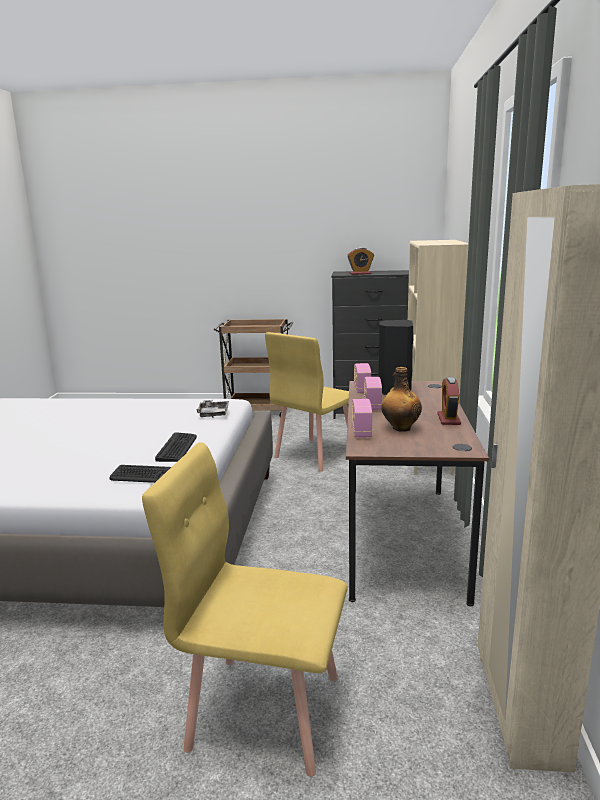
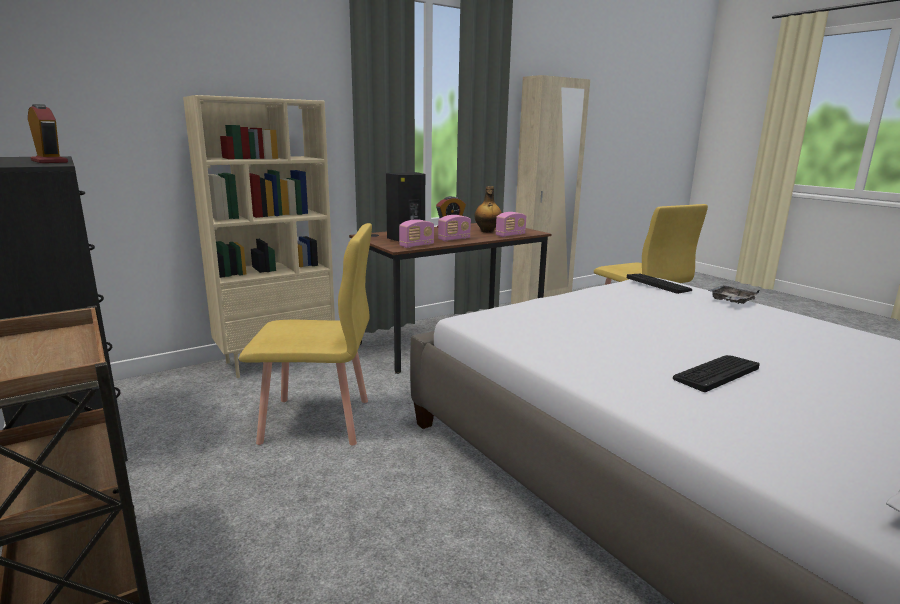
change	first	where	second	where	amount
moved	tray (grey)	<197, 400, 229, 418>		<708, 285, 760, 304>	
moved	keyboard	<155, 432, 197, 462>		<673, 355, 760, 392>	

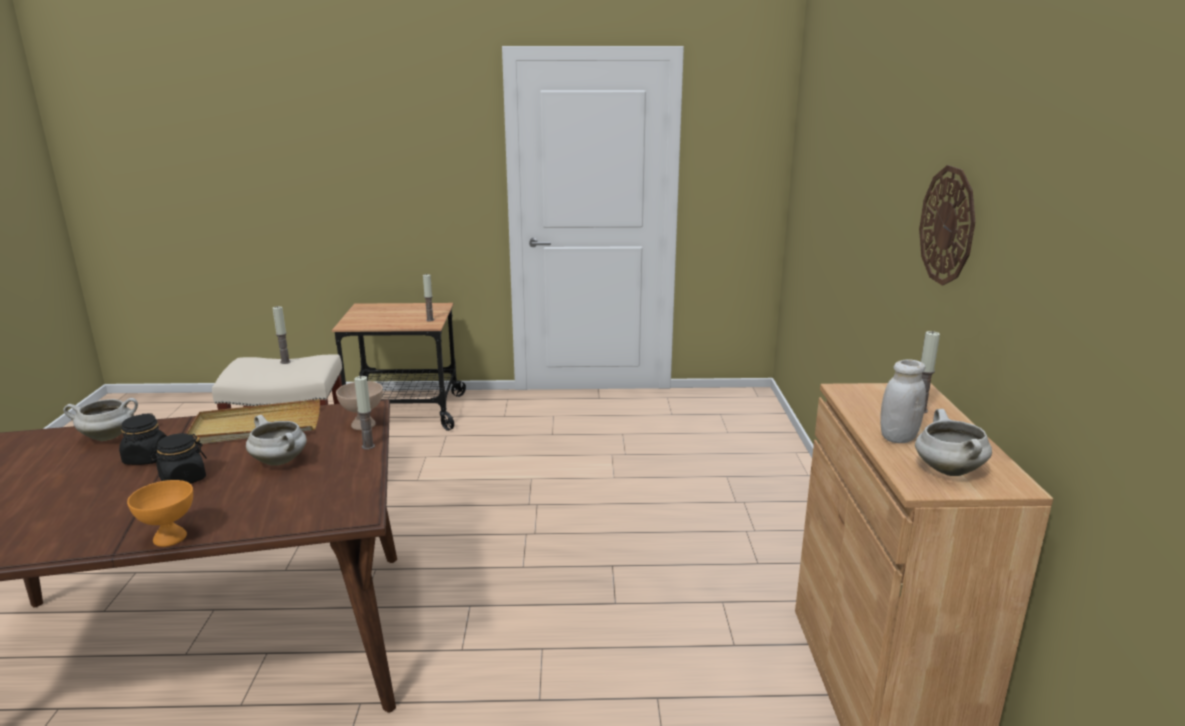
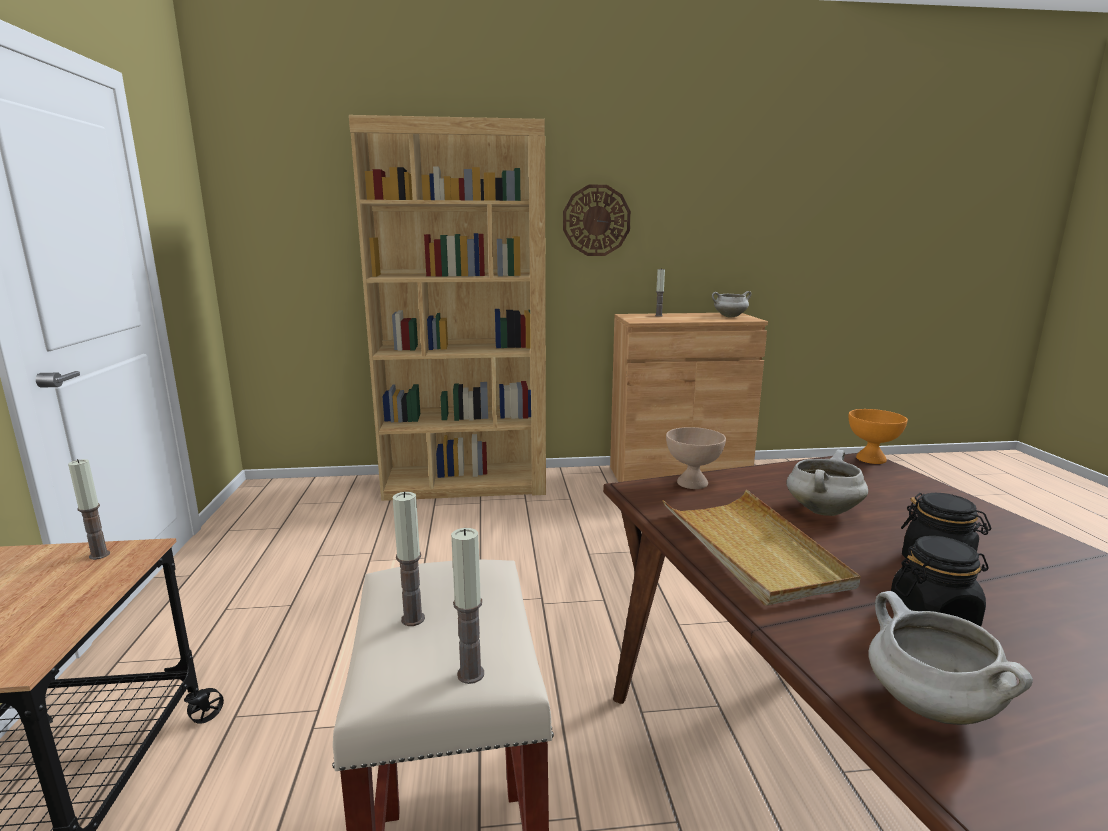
change	first	where	second	where	amount
removed	jar (white)	<880, 360, 926, 443>			
moved	candle	<354, 376, 375, 450>		<451, 528, 484, 684>	
moved	bowl (orange)	<127, 480, 193, 547>		<849, 409, 908, 464>	
added			bookcase (brown)	<349, 115, 546, 501>	

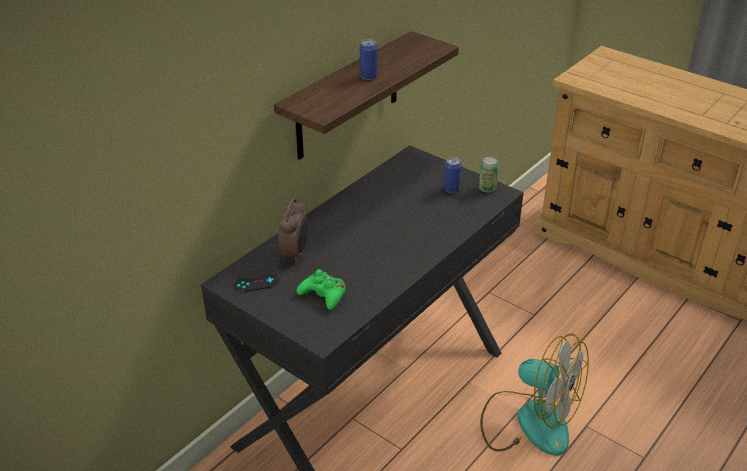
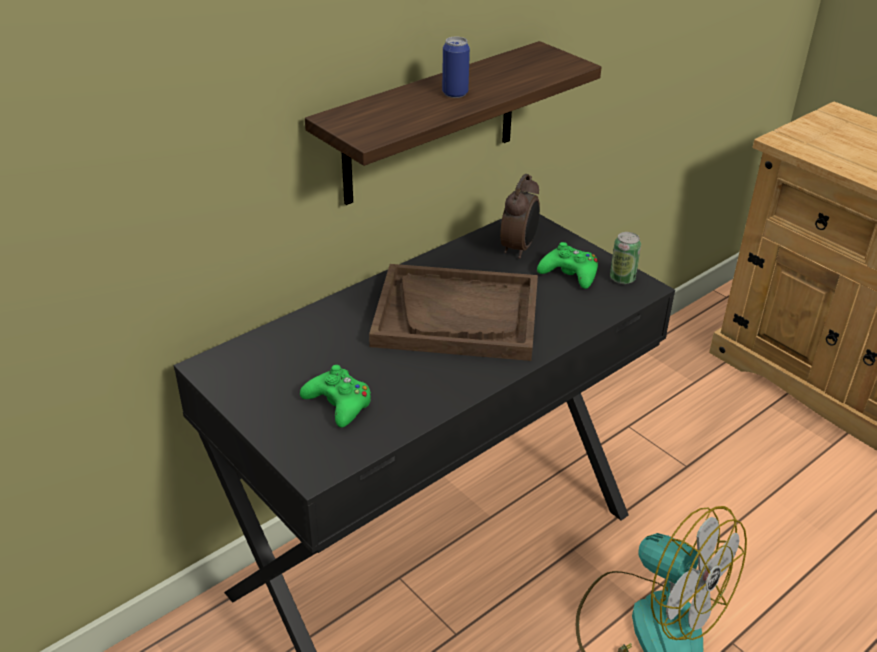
change	first	where	second	where	amount
replaced	can	<444, 157, 462, 193>	game controller (green)	<537, 242, 598, 289>	
moved	alarm clock	<278, 198, 308, 264>		<500, 174, 540, 259>	
removed	game controller (black)	<234, 274, 279, 292>			
added			tray (brown)	<369, 264, 538, 361>	

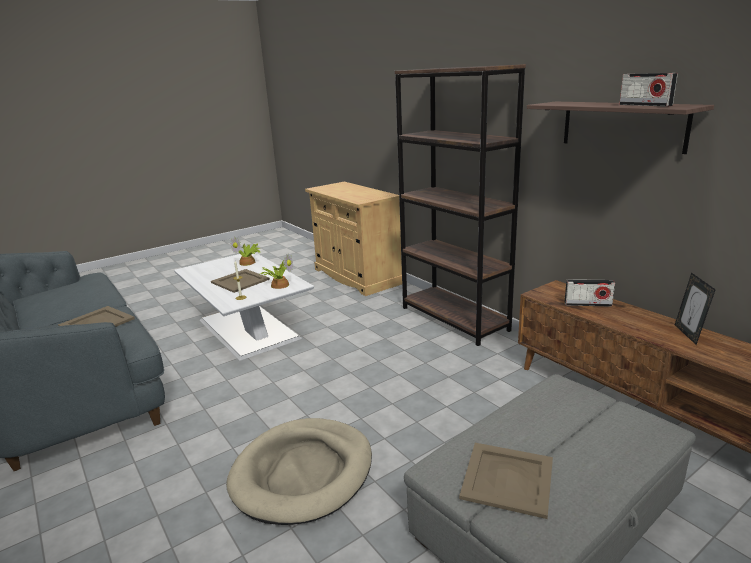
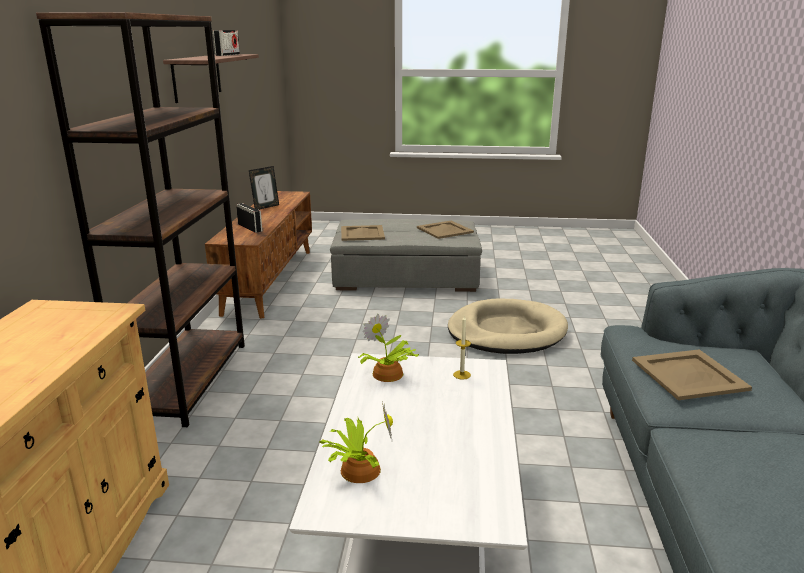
change	first	where	second	where	amount
moved	tray (beige)	<211, 269, 270, 293>		<341, 225, 385, 241>	

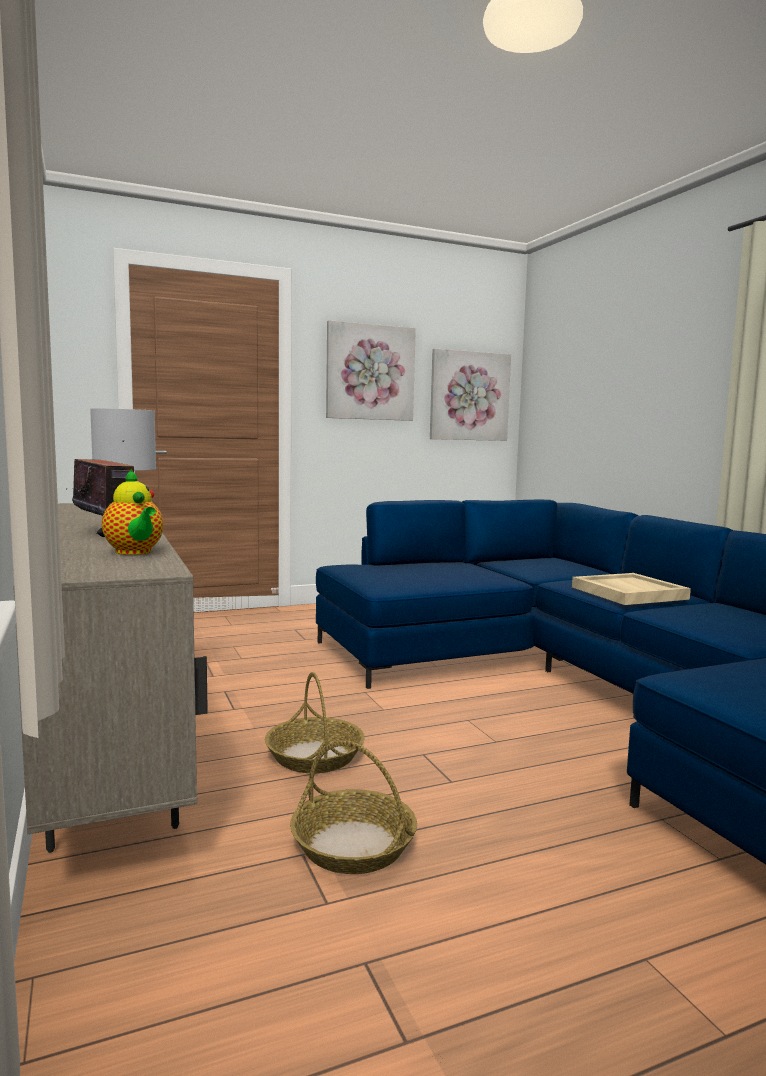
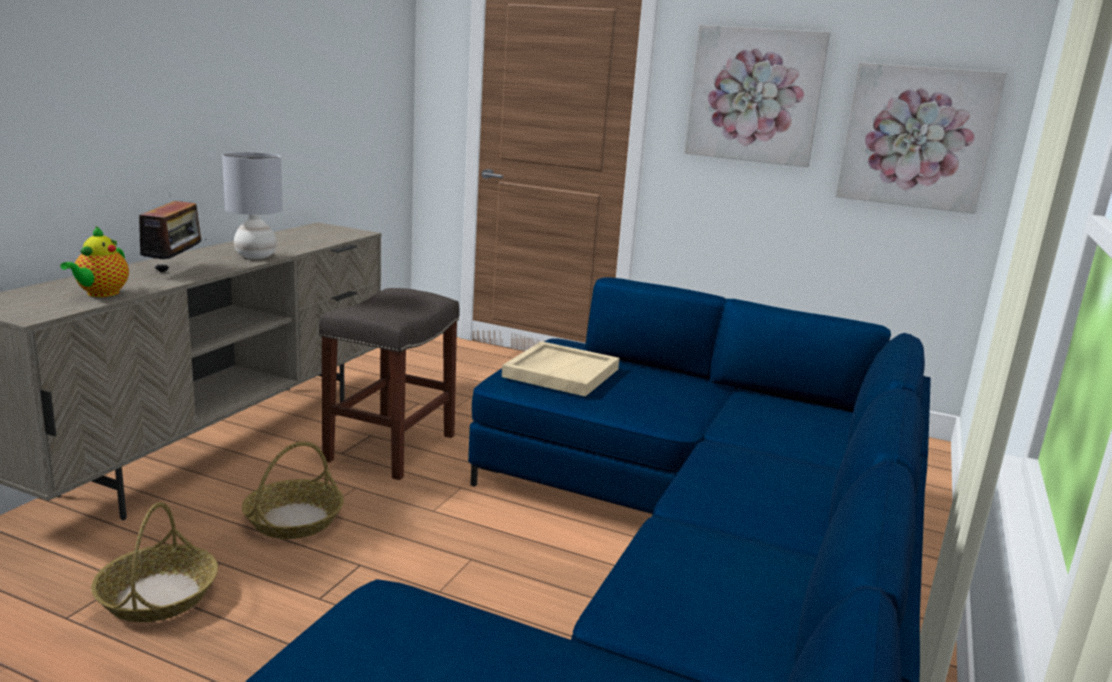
change	first	where	second	where	amount
moved	tray (beige)	<572, 573, 691, 605>		<502, 341, 619, 397>	
added			stool (grey)	<319, 288, 459, 480>	

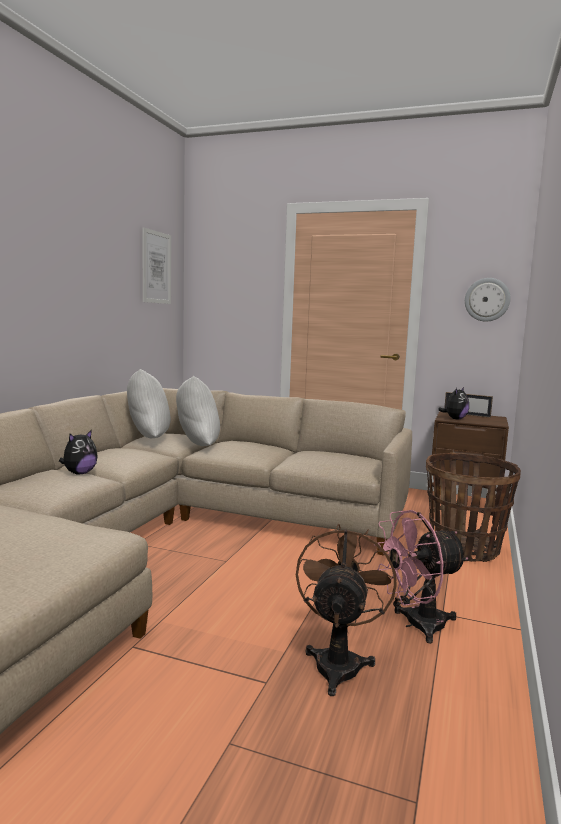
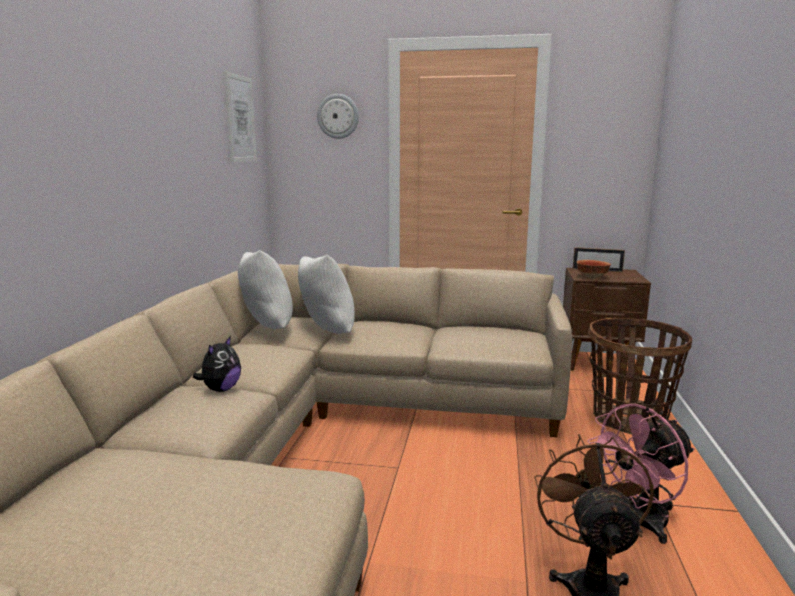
change	first	where	second	where	amount
moved	wall clock	<465, 278, 510, 322>		<317, 94, 359, 139>	
replaced	plush toy	<438, 387, 469, 419>	bowl	<576, 260, 611, 279>	

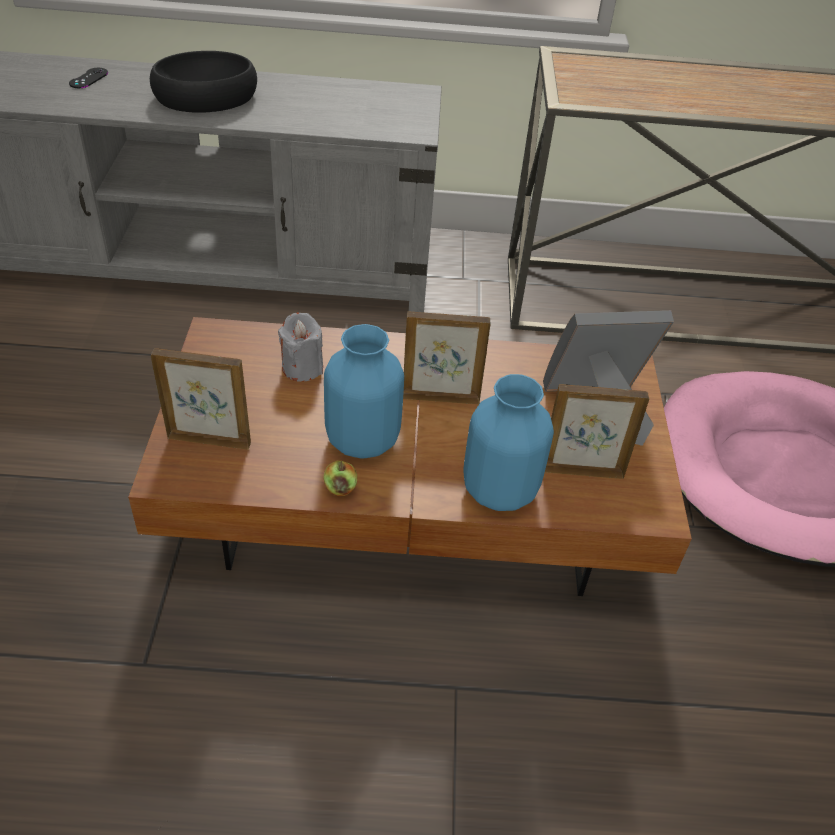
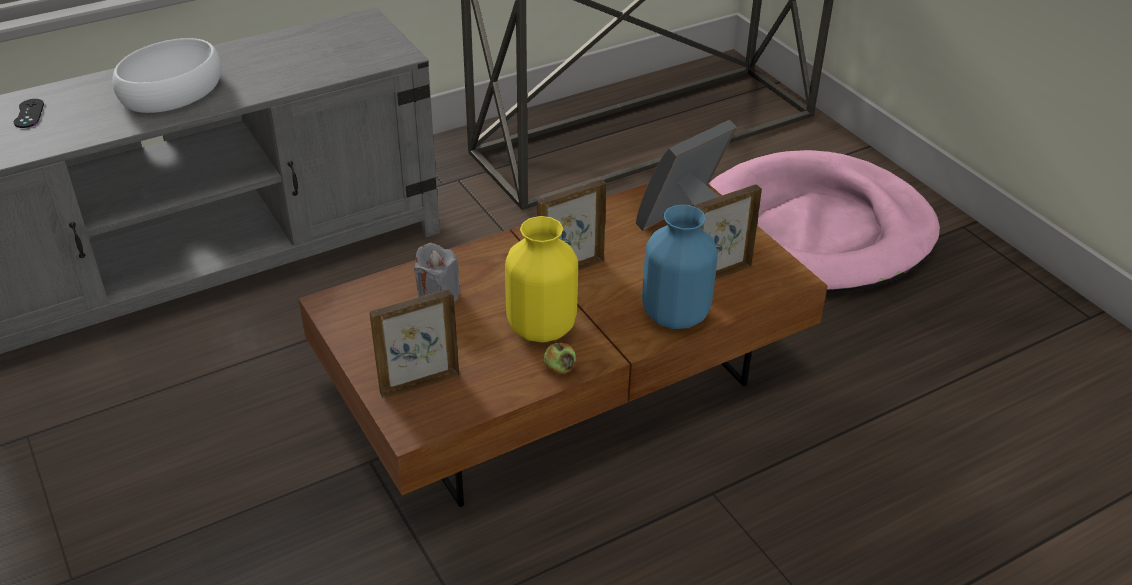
change	first	where	second	where	amount
recoloured	bowl (black)	<150, 51, 257, 113>	bowl (white)	<112, 38, 221, 113>	
recoloured	vase (blue)	<324, 324, 404, 459>	vase (yellow)	<505, 216, 578, 342>	

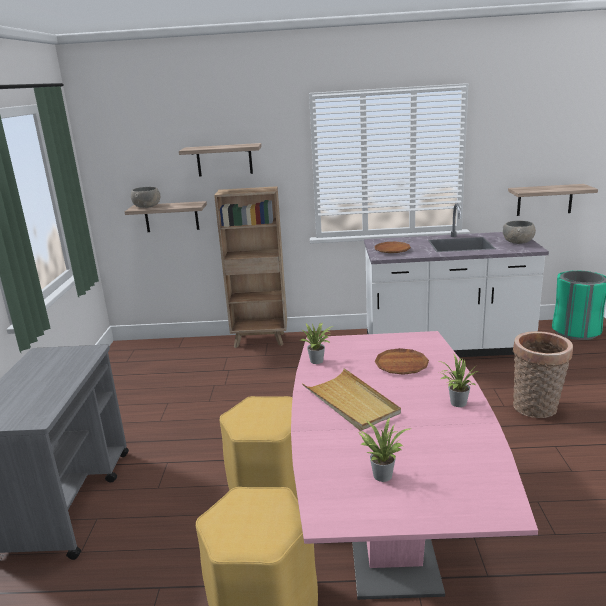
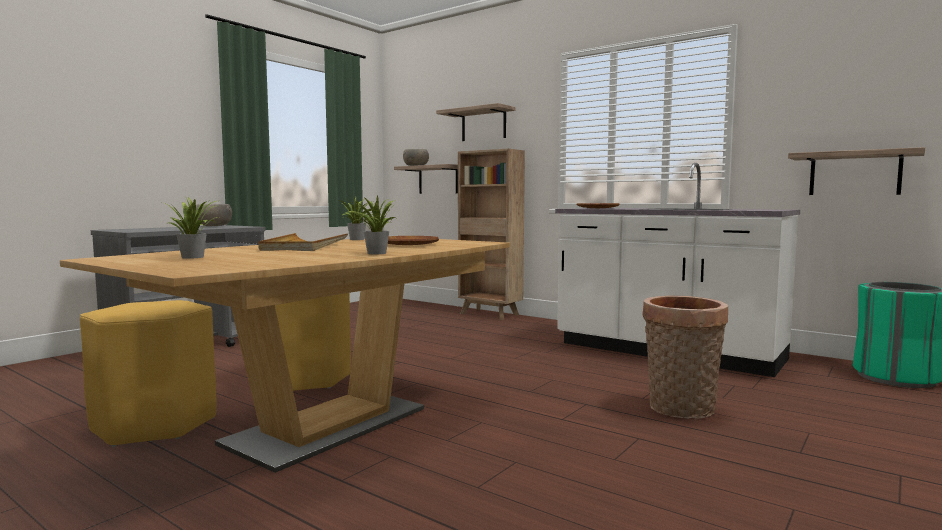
change	first	where	second	where	amount
moved	bowl (grey)	<503, 221, 536, 244>		<195, 204, 232, 226>	
recoloured	dining table (pink)	<291, 331, 538, 600>	dining table (brown)	<60, 238, 510, 473>	

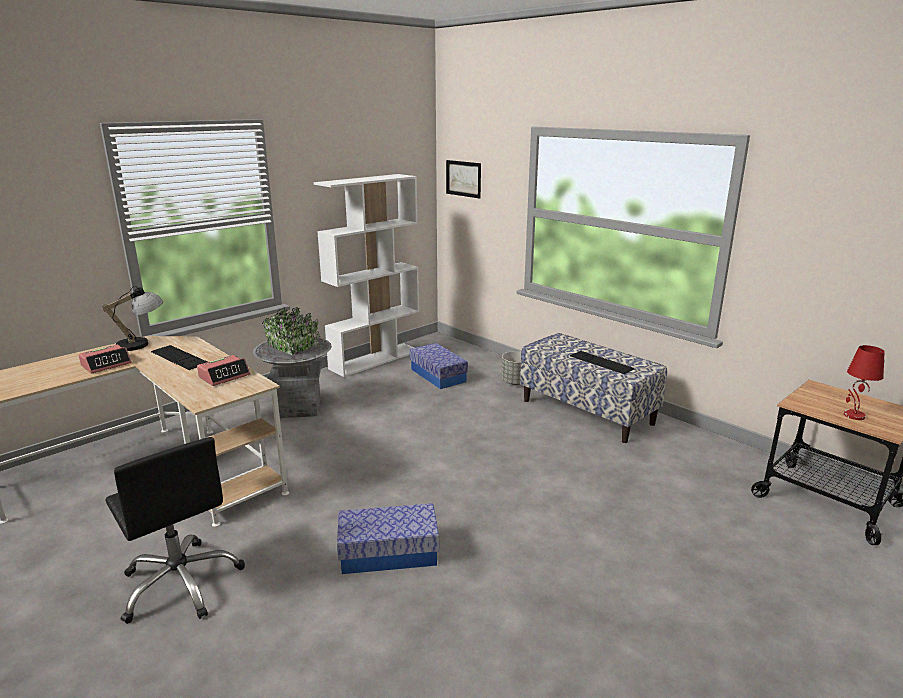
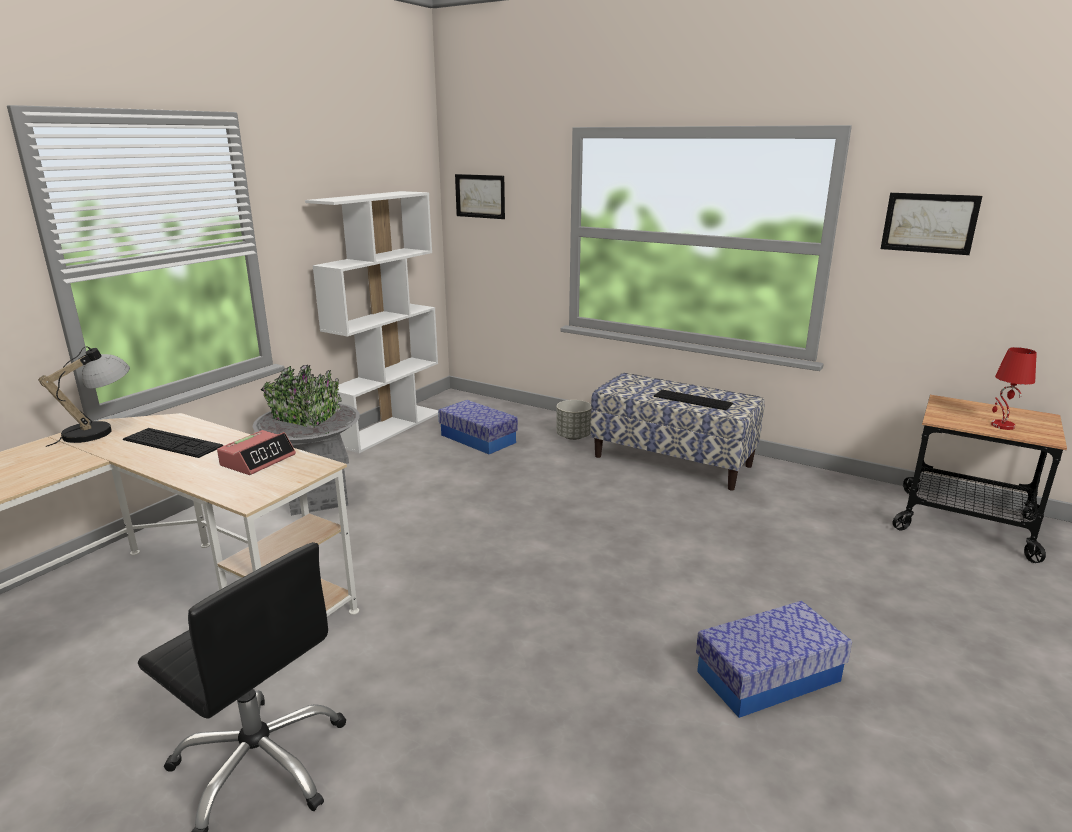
change	first	where	second	where	amount
removed	alarm clock	<79, 344, 132, 374>			
moved	storage box	<337, 503, 439, 574>		<696, 601, 852, 718>	
added			picture	<881, 193, 982, 255>	

